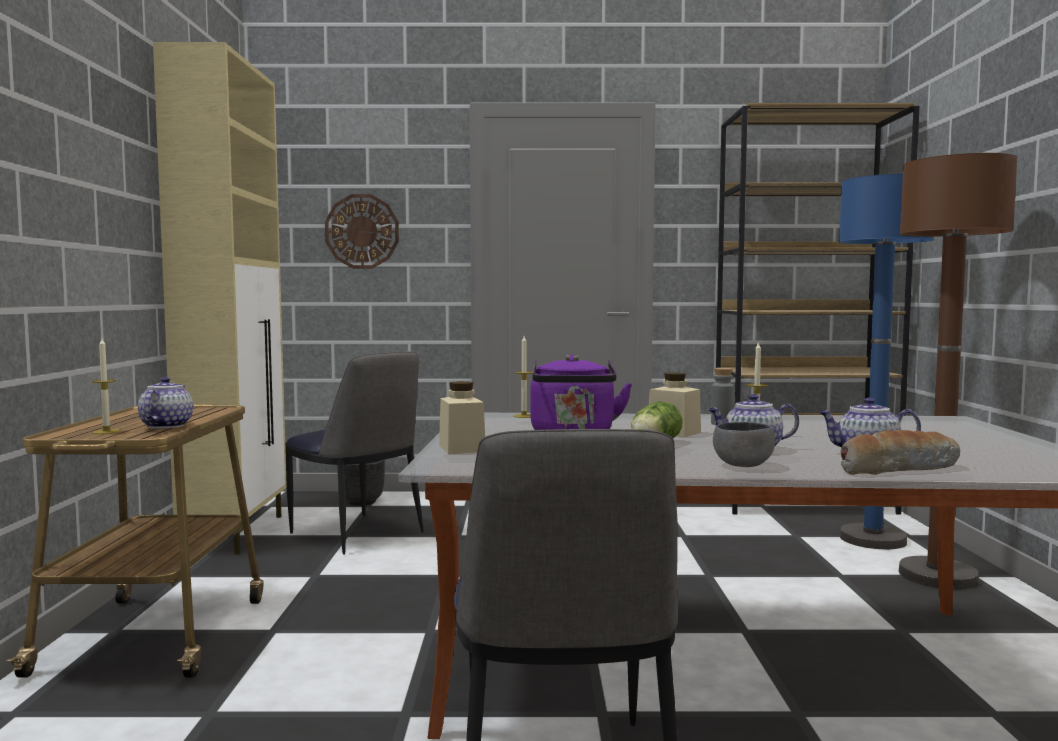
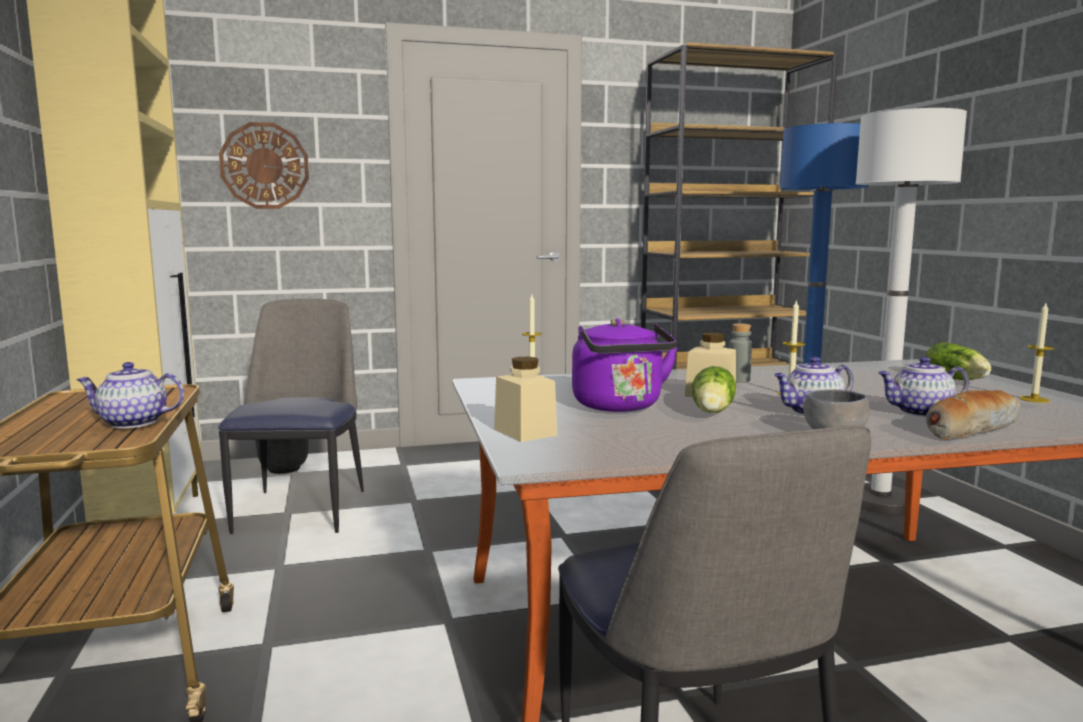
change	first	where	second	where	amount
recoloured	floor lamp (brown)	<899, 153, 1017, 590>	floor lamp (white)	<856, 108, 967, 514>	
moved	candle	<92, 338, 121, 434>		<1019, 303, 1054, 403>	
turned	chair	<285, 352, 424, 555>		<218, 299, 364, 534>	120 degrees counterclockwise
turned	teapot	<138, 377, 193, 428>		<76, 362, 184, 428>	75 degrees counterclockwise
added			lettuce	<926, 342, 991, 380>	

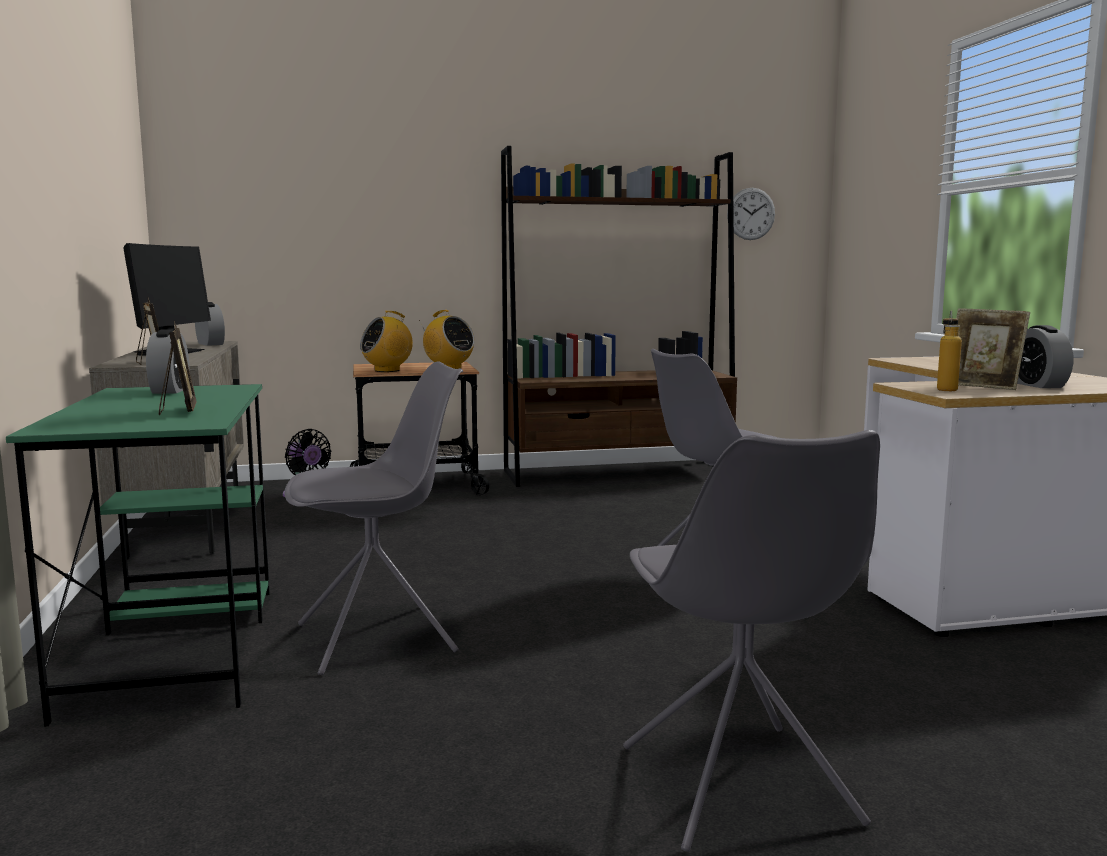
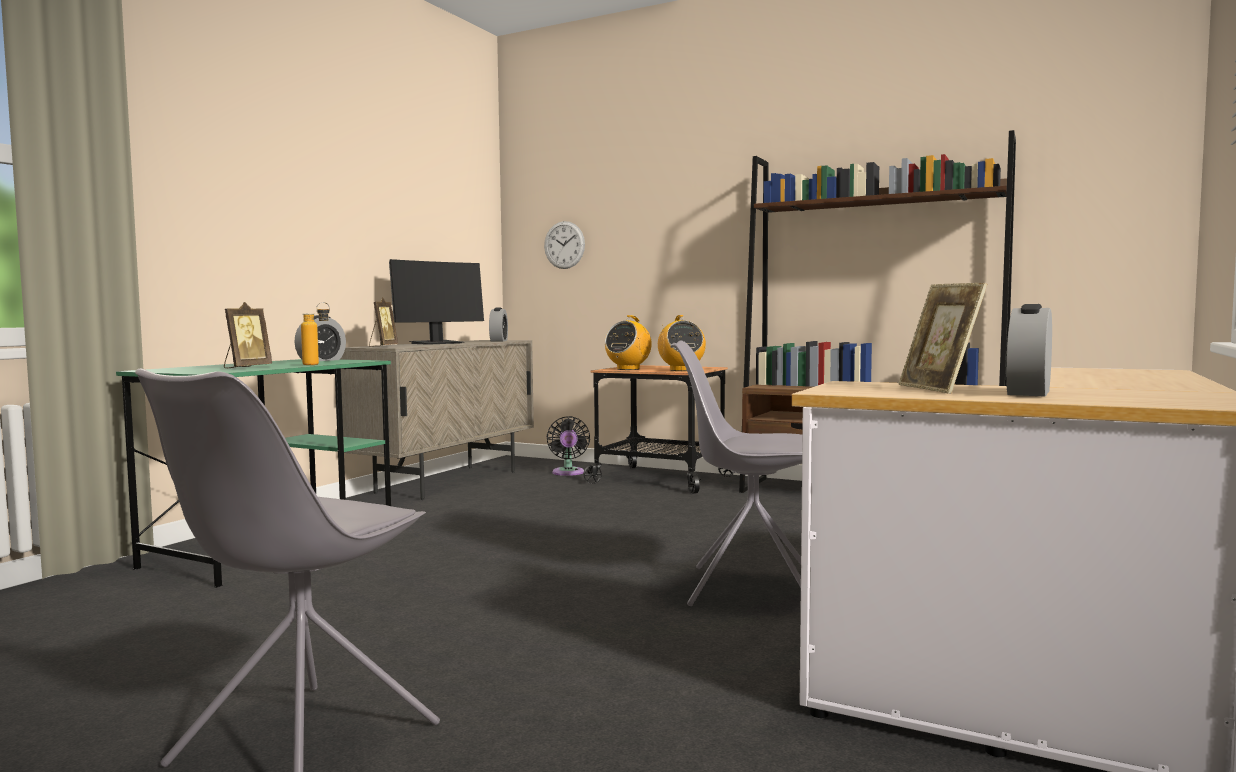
change	first	where	second	where	amount
moved	wall clock	<727, 188, 775, 240>		<544, 221, 585, 269>	
moved	bottle	<937, 310, 962, 391>		<301, 302, 330, 365>	
turned	radio	<360, 311, 413, 372>		<605, 315, 652, 370>	60 degrees counterclockwise
removed	chair (grey)	<285, 361, 463, 675>			

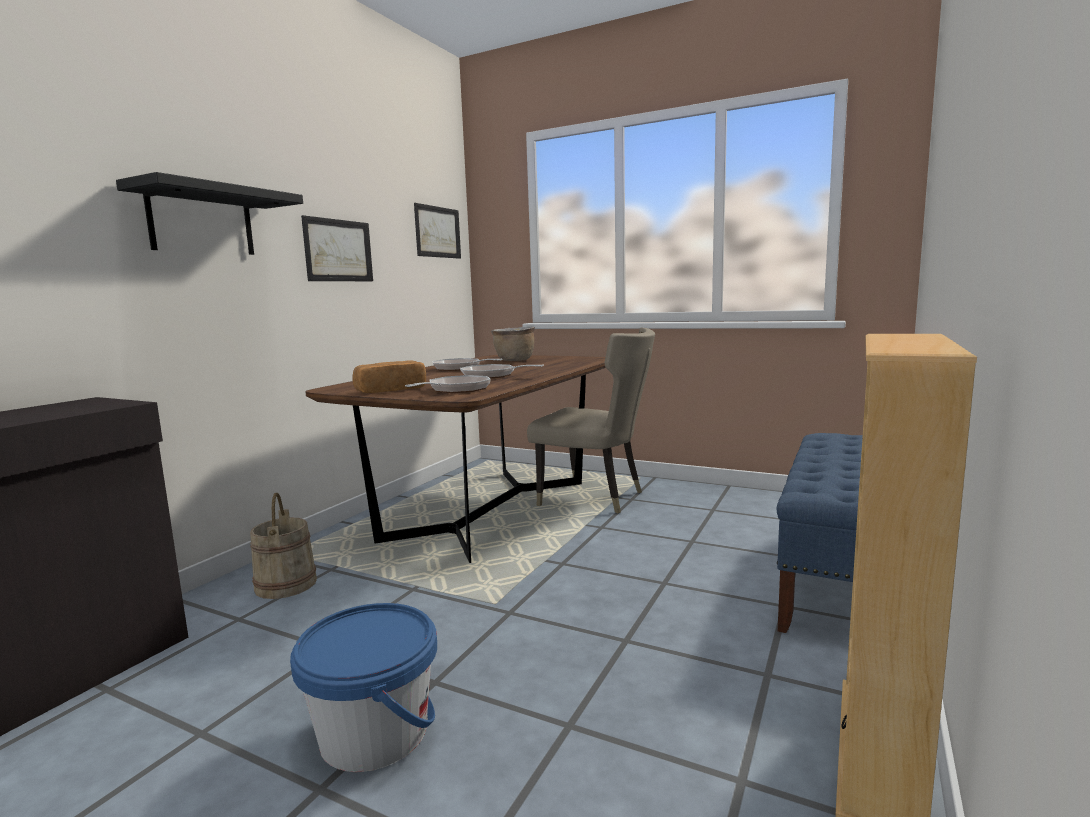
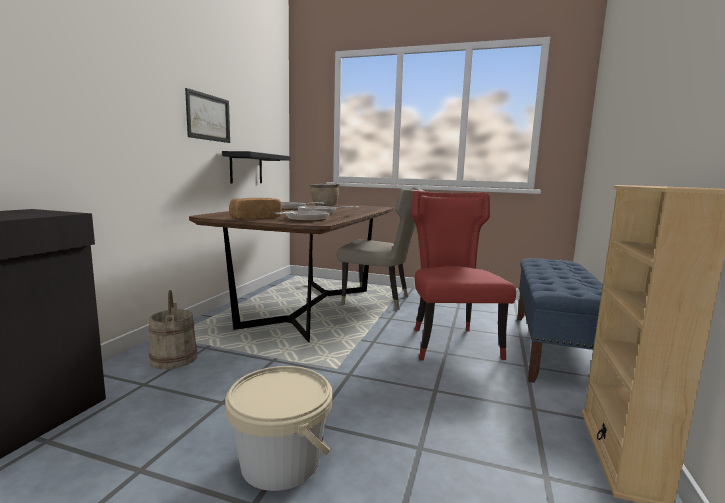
change	first	where	second	where	amount
moved	shelf (black)	<116, 172, 303, 255>		<222, 151, 291, 184>	
removed	picture	<414, 203, 461, 259>			
recoloured	bucket (blue)	<290, 603, 437, 772>	bucket (beige)	<225, 366, 333, 491>	
added			chair (red)	<412, 191, 516, 361>	

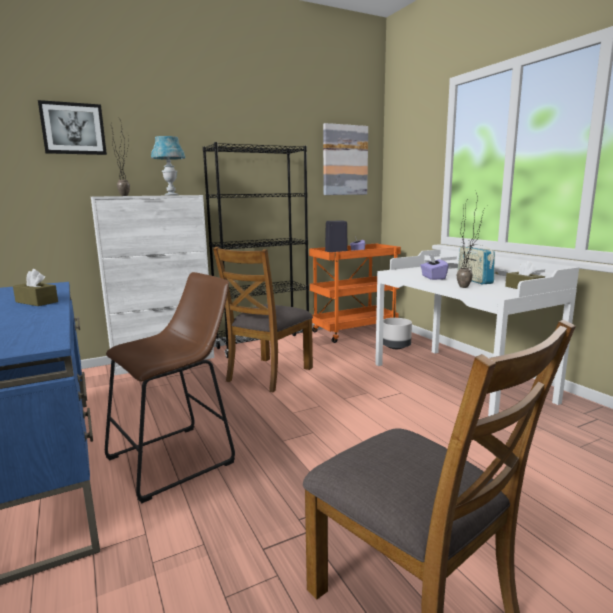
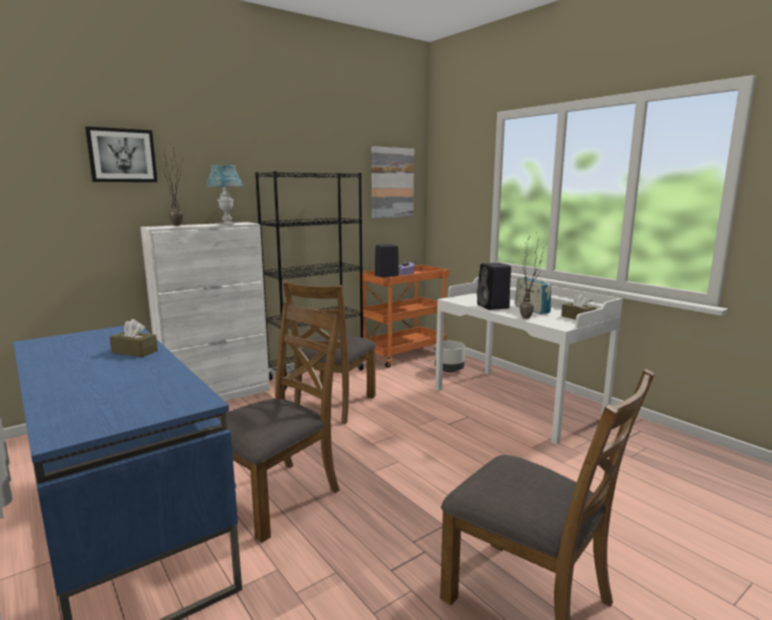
change	first	where	second	where	amount
replaced	tissue box (purple)	<420, 254, 449, 280>	speaker (black)	<477, 263, 511, 310>	
replaced	stool (brown)	<105, 272, 235, 503>	chair (brown)	<217, 302, 342, 543>	

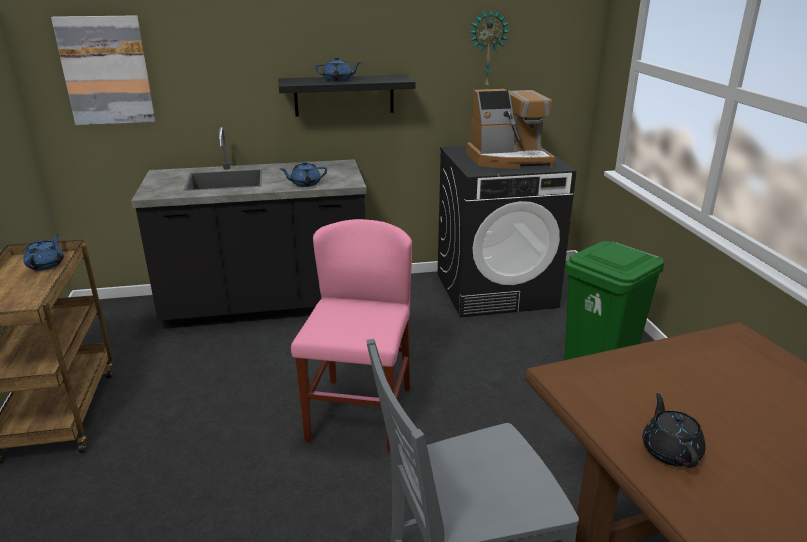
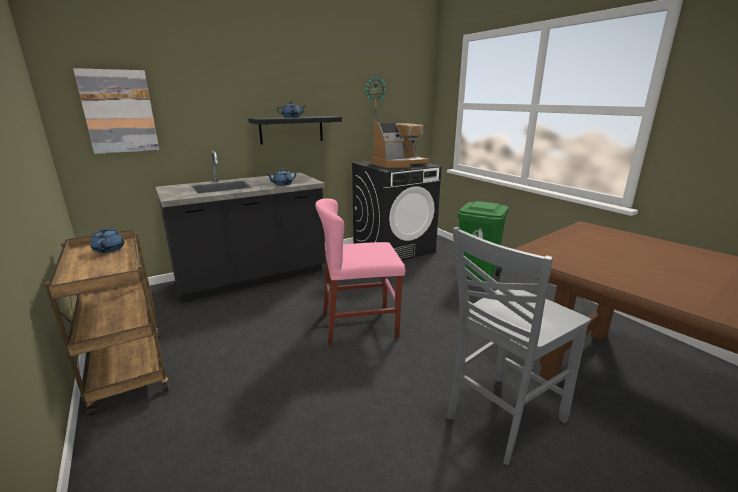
change	first	where	second	where	amount
turned	chair (pink)	<291, 219, 412, 452>		<315, 198, 405, 346>	90 degrees counterclockwise
removed	teapot (black)	<642, 393, 706, 468>			

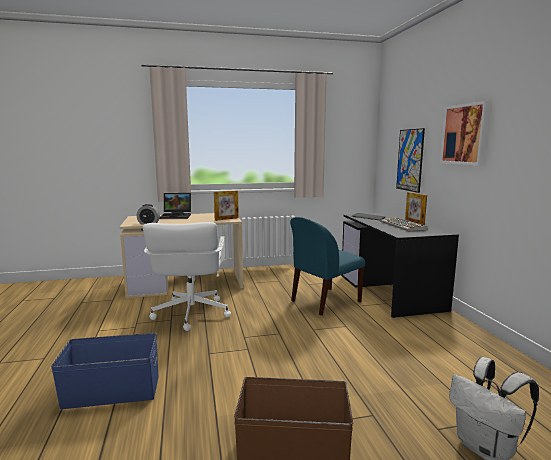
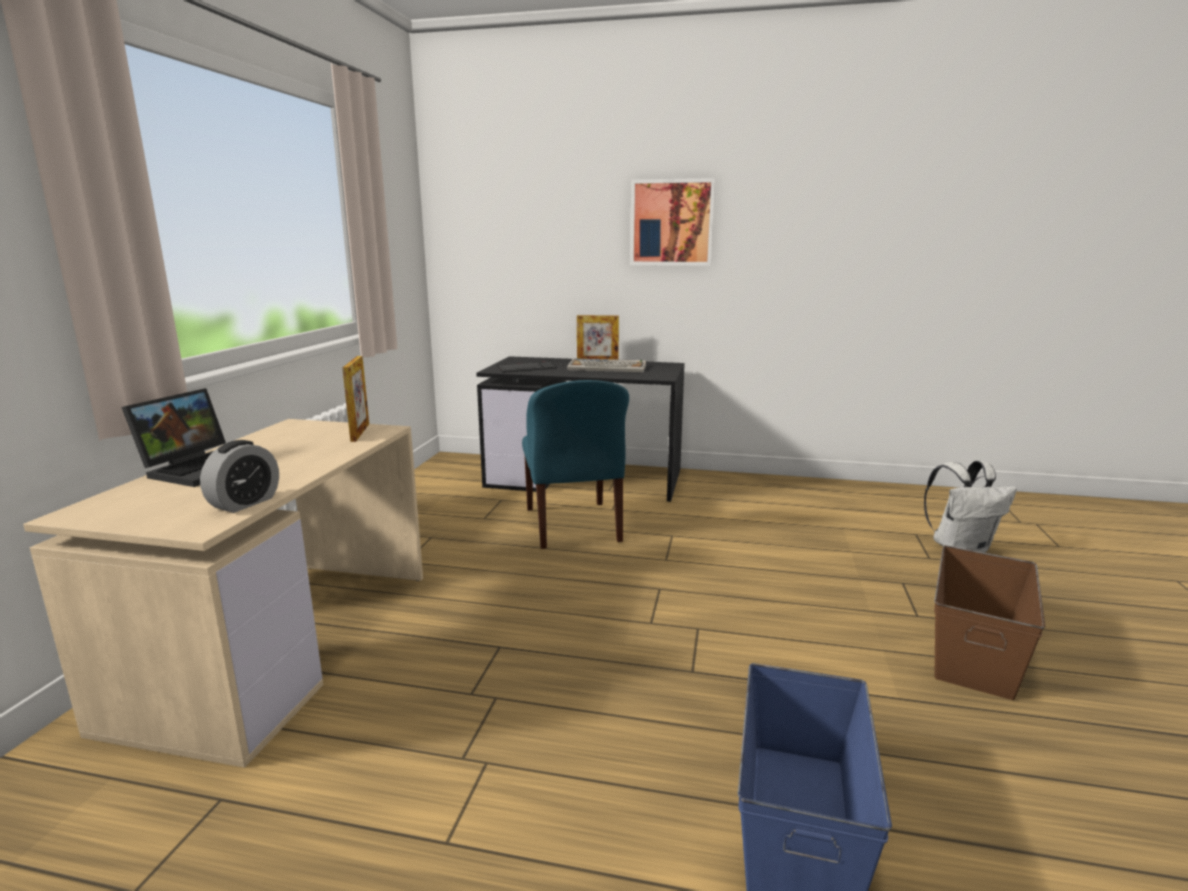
change	first	where	second	where	amount
removed	picture	<396, 128, 425, 193>			
removed	office chair (white)	<143, 222, 231, 331>			

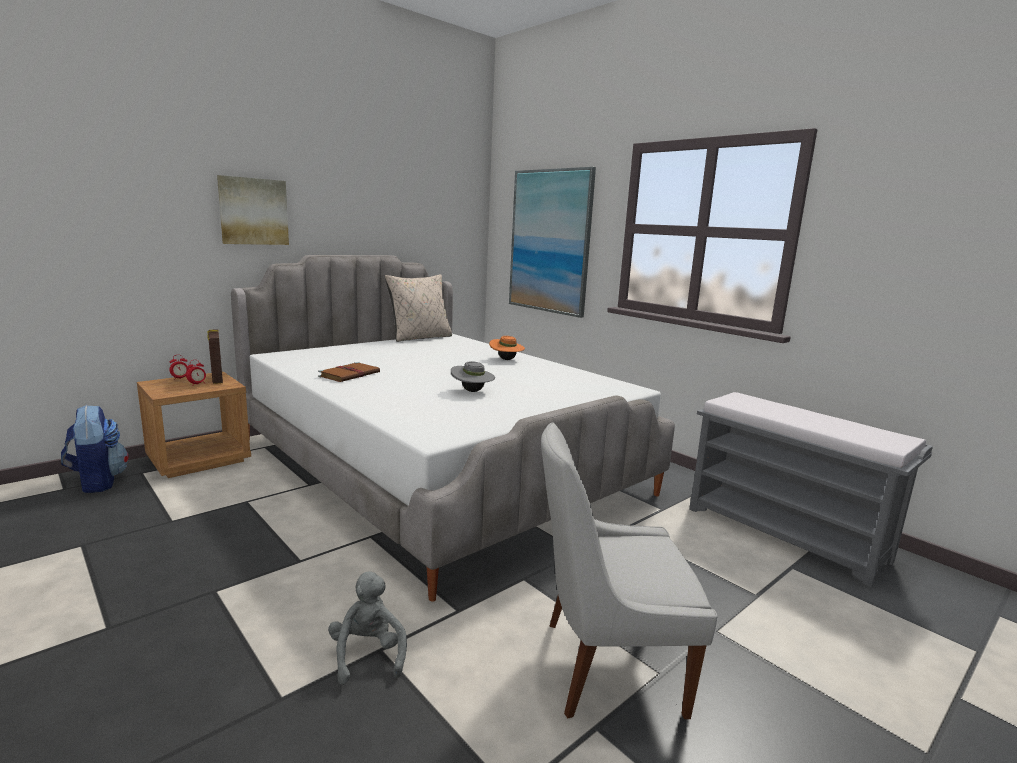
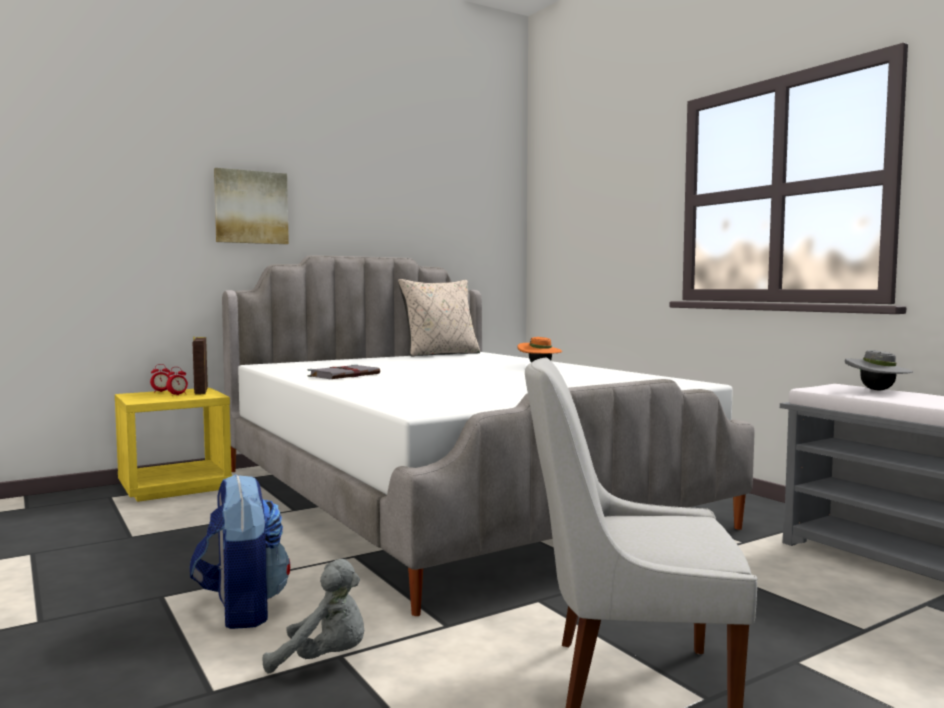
change	first	where	second	where	amount
removed	picture	<509, 167, 596, 318>			
moved	hat (grey)	<451, 361, 495, 392>		<845, 350, 913, 390>	
recoloured	book (brown)	<318, 362, 380, 382>	book (grey)	<308, 364, 380, 379>	
recoloured	nightstand (brown)	<137, 372, 251, 478>	nightstand (yellow)	<115, 388, 232, 502>	
moved	backpack	<61, 405, 129, 493>		<190, 474, 290, 629>	
turned	plush toy (grey)	<328, 571, 407, 685>		<263, 559, 364, 674>	105 degrees clockwise

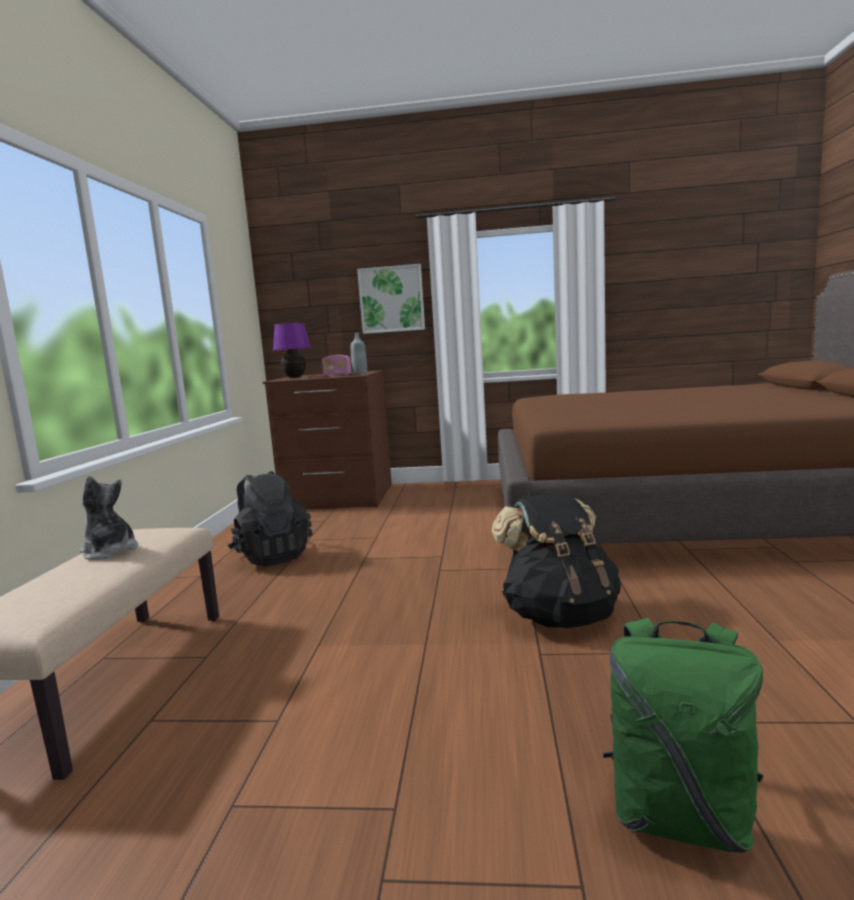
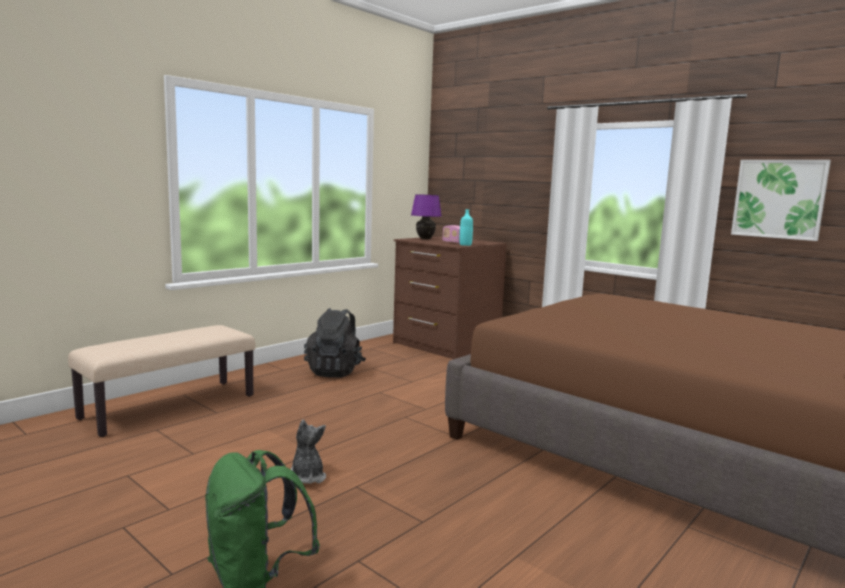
change	first	where	second	where	amount
moved	picture	<357, 264, 425, 334>		<731, 160, 831, 241>	
recoloured	bottle (grey)	<351, 333, 367, 375>	bottle (turquoise)	<460, 209, 473, 246>	
moved	plush toy	<80, 476, 139, 560>		<291, 420, 326, 484>	
removed	backpack (black)	<491, 492, 621, 628>			

